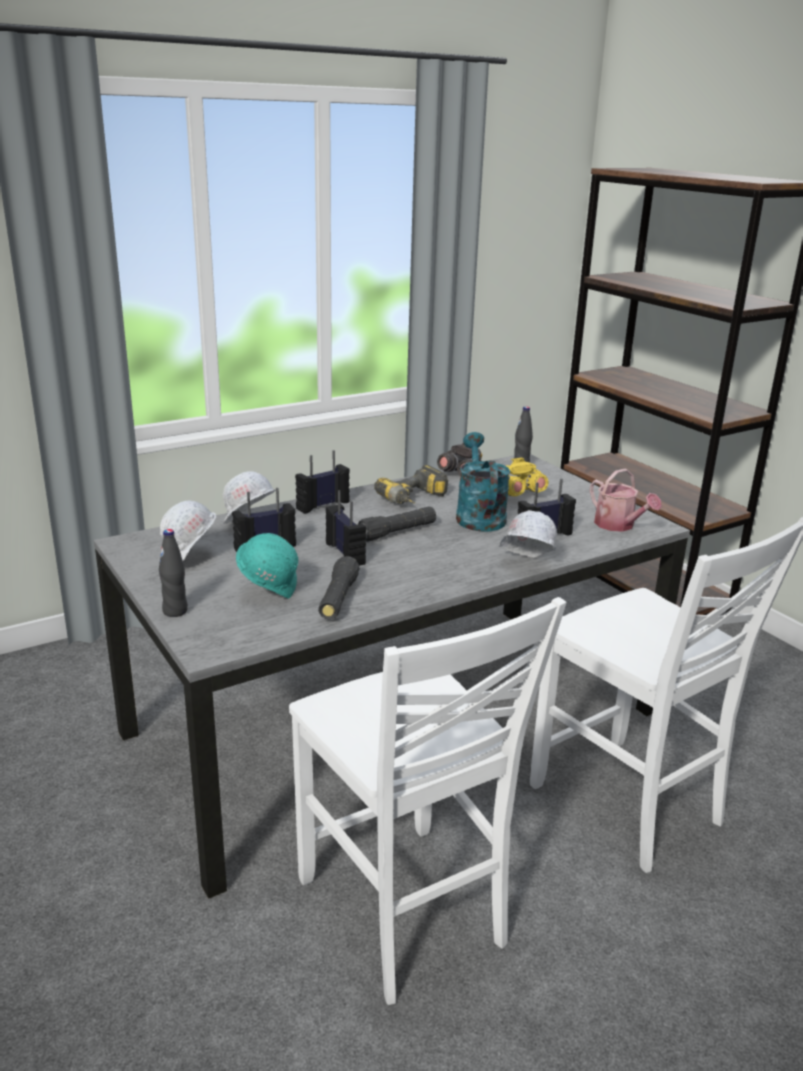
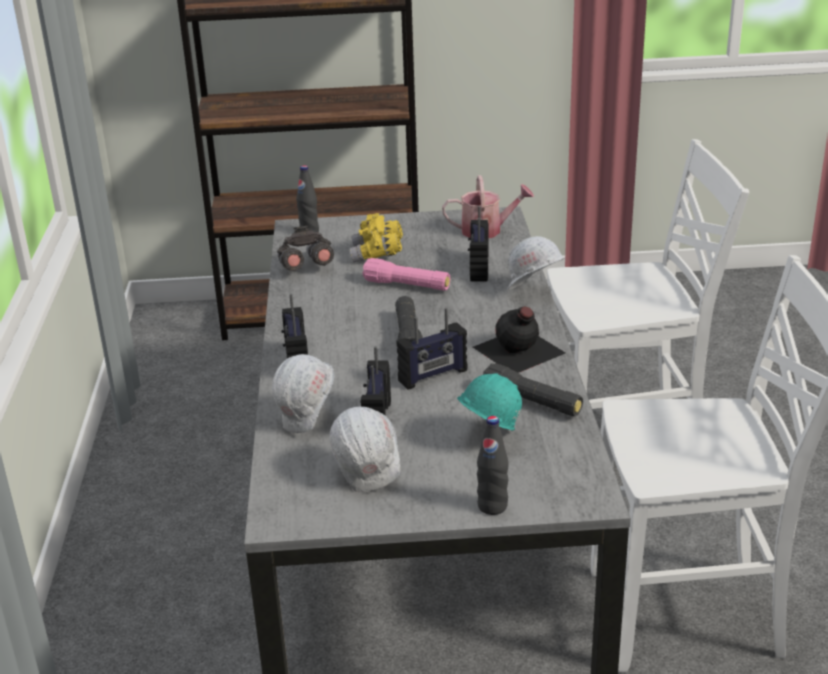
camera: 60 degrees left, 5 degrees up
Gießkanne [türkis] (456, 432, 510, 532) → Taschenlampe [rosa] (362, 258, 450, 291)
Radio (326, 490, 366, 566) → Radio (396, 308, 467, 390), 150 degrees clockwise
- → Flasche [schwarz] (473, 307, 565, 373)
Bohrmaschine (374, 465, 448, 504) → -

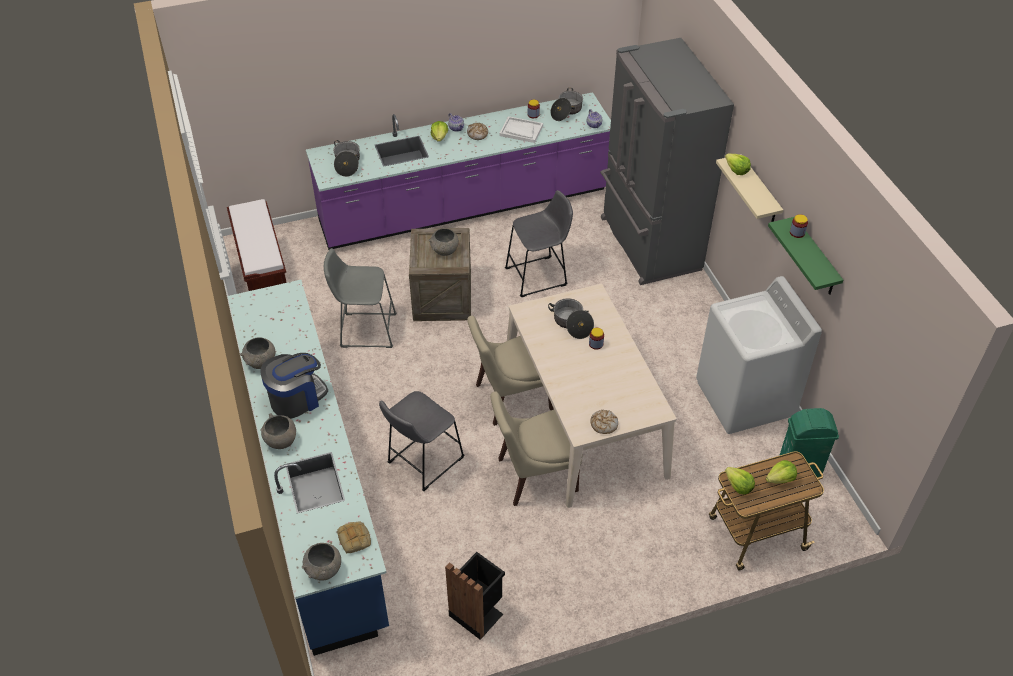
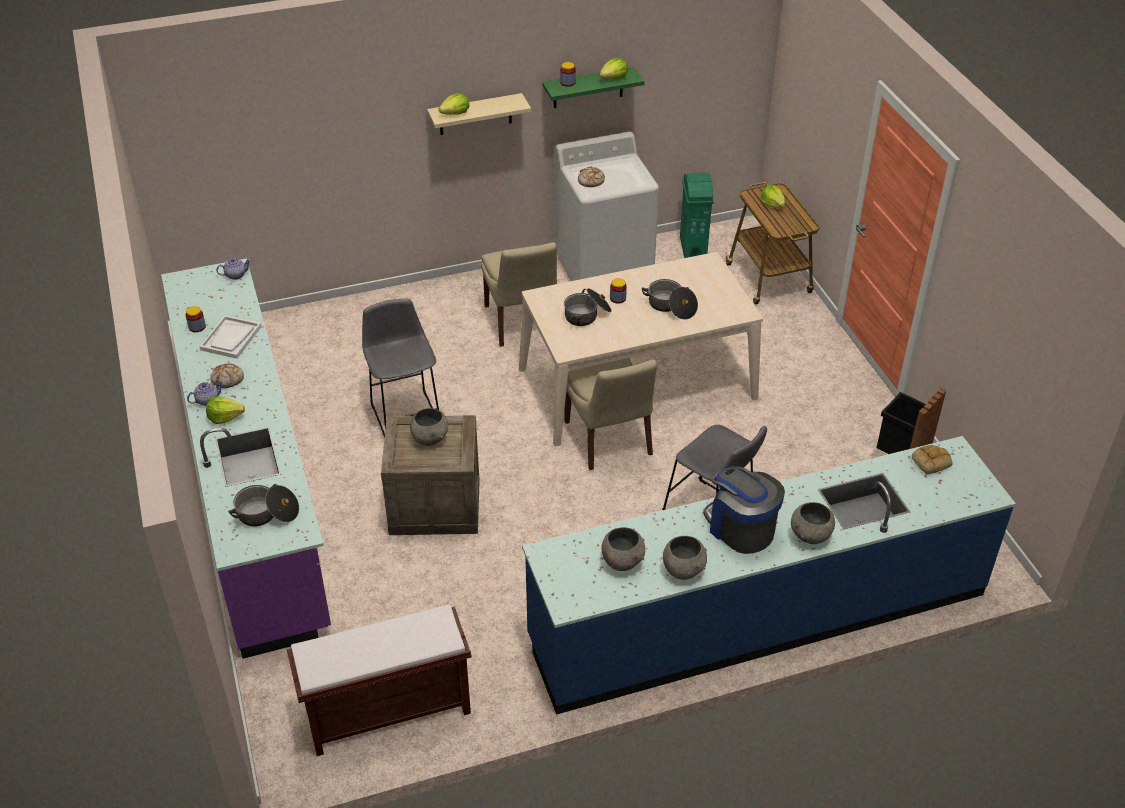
camera: 90 degrees left, 5 degrees down
Stuhl [beige] (490, 392, 583, 506) → Stuhl [beige] (481, 242, 557, 347), moved
Brot (590, 410, 618, 434) → Brot (578, 166, 605, 187), moved
Salatkopf (725, 467, 755, 495) → Salatkopf (599, 58, 628, 79), moved
Schüssel [grau] (302, 543, 341, 581) → Schüssel [grau] (601, 527, 645, 571), moved
Kochtopf (551, 88, 583, 121) → Kochtopf (642, 279, 698, 320), moved
Hocker [grau] (324, 248, 397, 348) → -
Kühlschrank [grau] (600, 38, 734, 285) → -

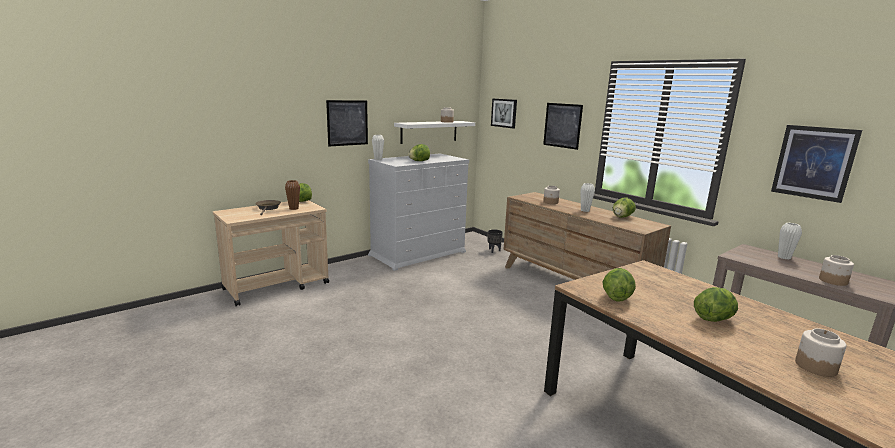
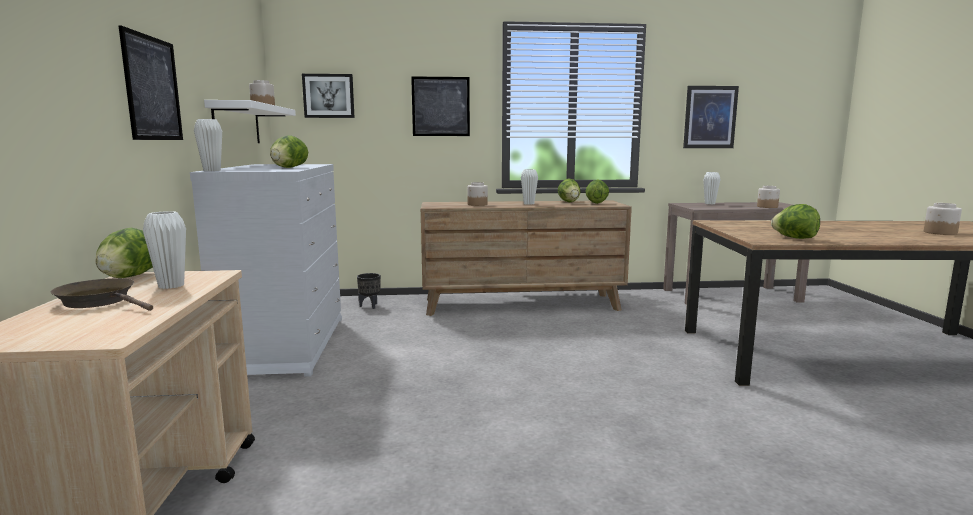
camera: 55 degrees left, 5 degrees down
Vase [braun] (285, 180, 300, 210) → Vase [weiß] (143, 211, 186, 289)
Salatkopf (694, 287, 738, 322) → Salatkopf (585, 179, 609, 204), moved

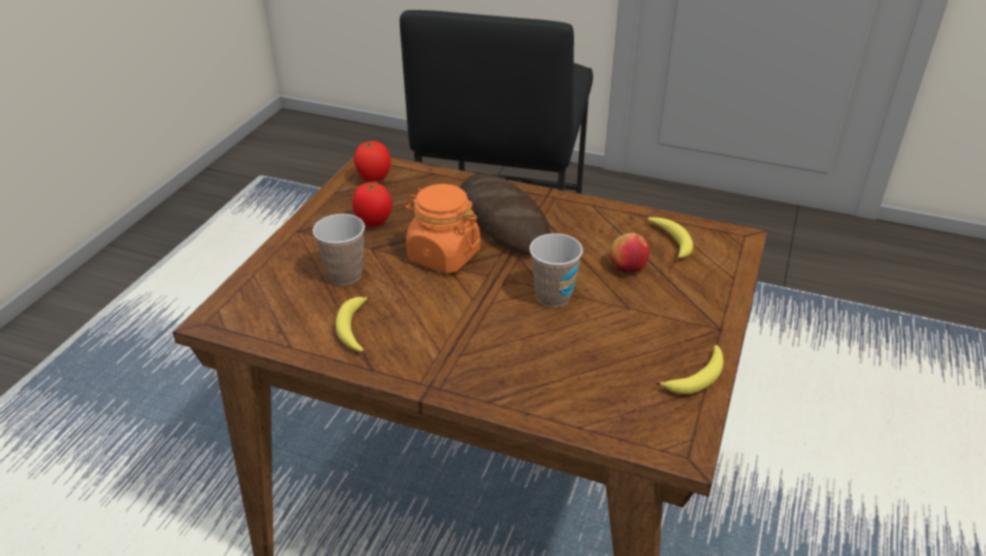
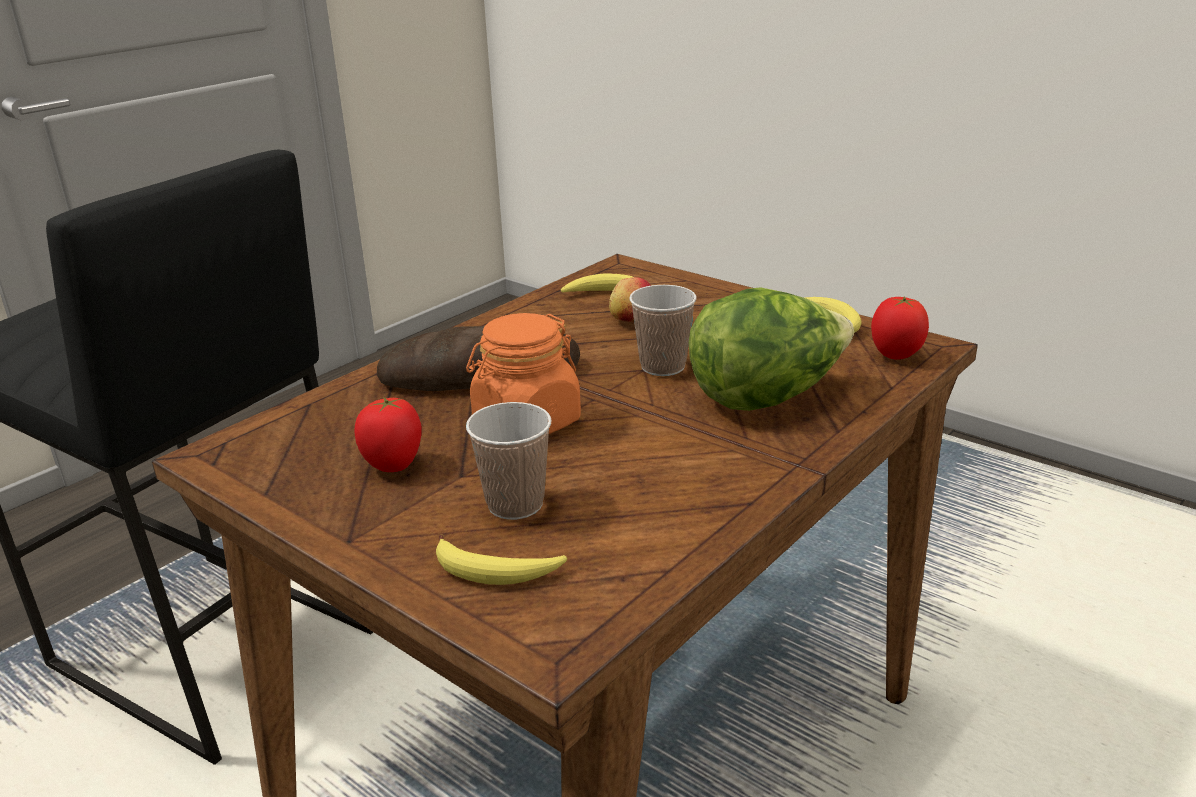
camera: 70 degrees left, 10 degrees down
Banane (335, 296, 371, 352) → Banane (436, 534, 567, 585), moved
- → Salatkopf (689, 287, 854, 411)
Tomate (354, 141, 391, 182) → Tomate (871, 297, 929, 360), moved

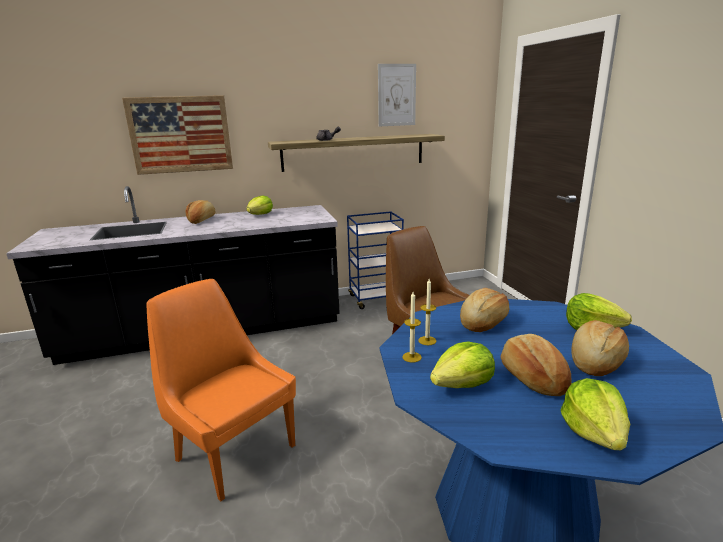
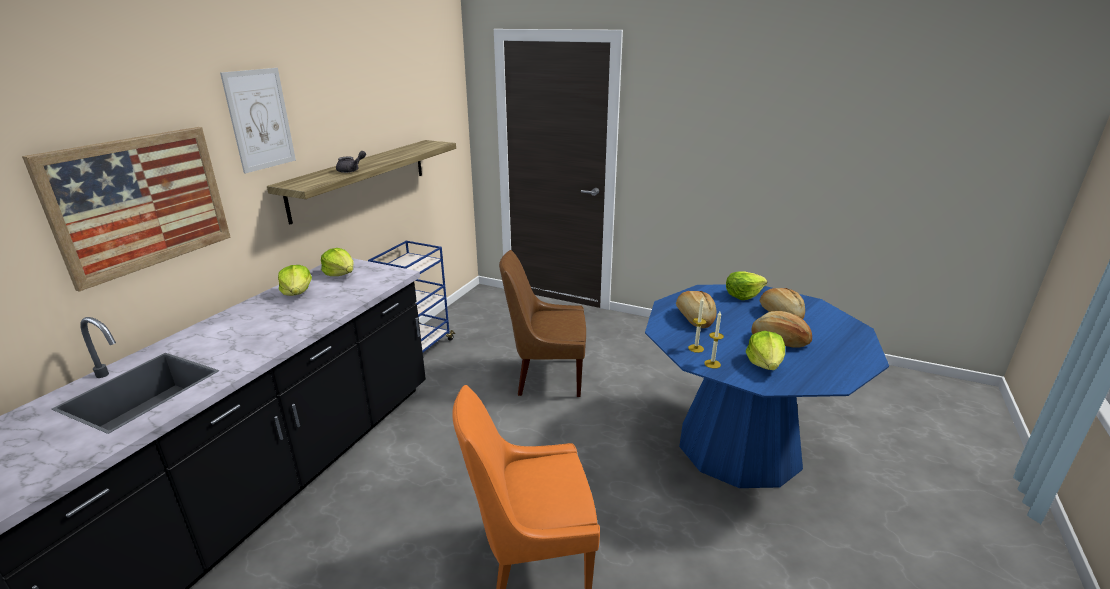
camera: 50 degrees left, 5 degrees up
Bild (378, 64, 416, 126) → Bild (220, 68, 296, 173), moved
Salatkopf (560, 378, 630, 450) → Salatkopf (321, 248, 353, 276), moved
Brot (186, 200, 215, 224) → -

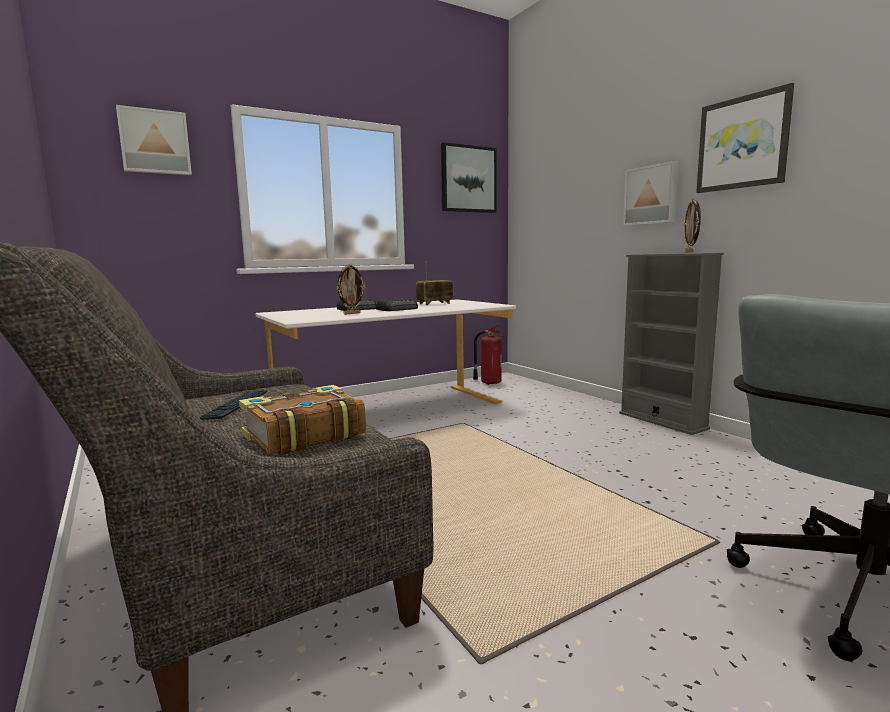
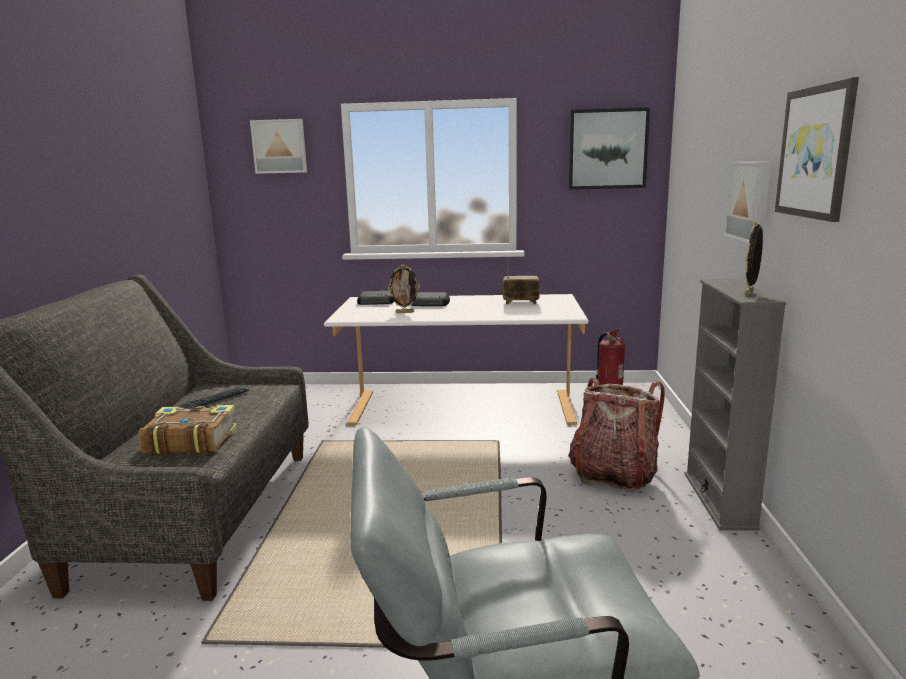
camera: 35 degrees right, 5 degrees up
Radio (376, 298, 418, 311) → Radio (357, 291, 394, 305), moved
- → Rucksack (568, 378, 665, 492)

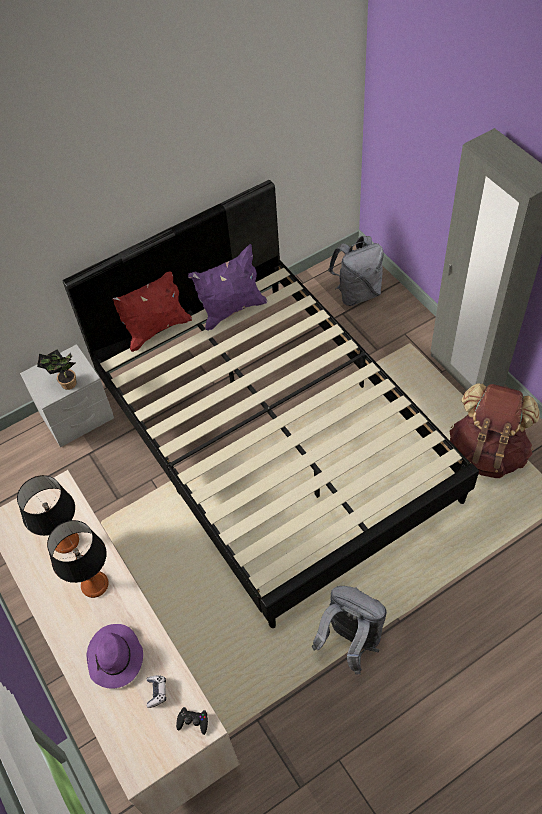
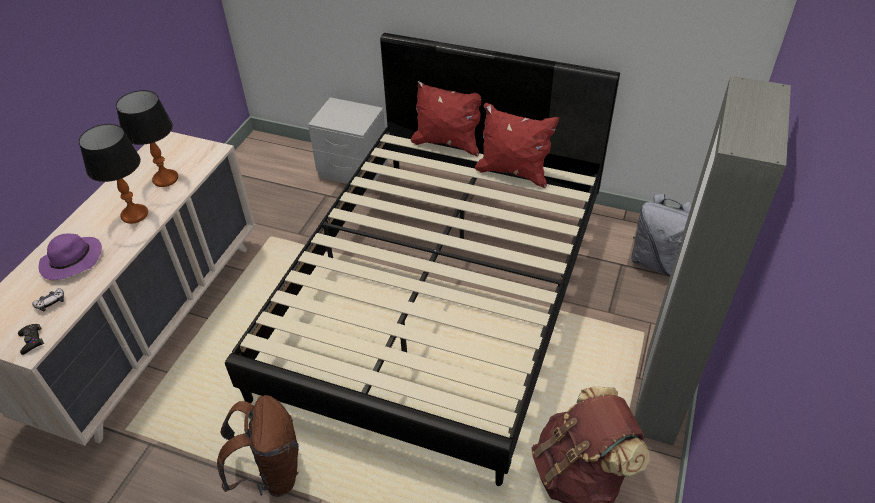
camera: 50 degrees right, 10 degrees down
Rucksack [grau] (312, 586, 387, 675) → Rucksack [braun] (217, 395, 299, 497)
Kissen [lila] (188, 244, 267, 331) → Kissen [rot] (475, 103, 559, 188)
Topfpflanze (37, 349, 77, 390) → -

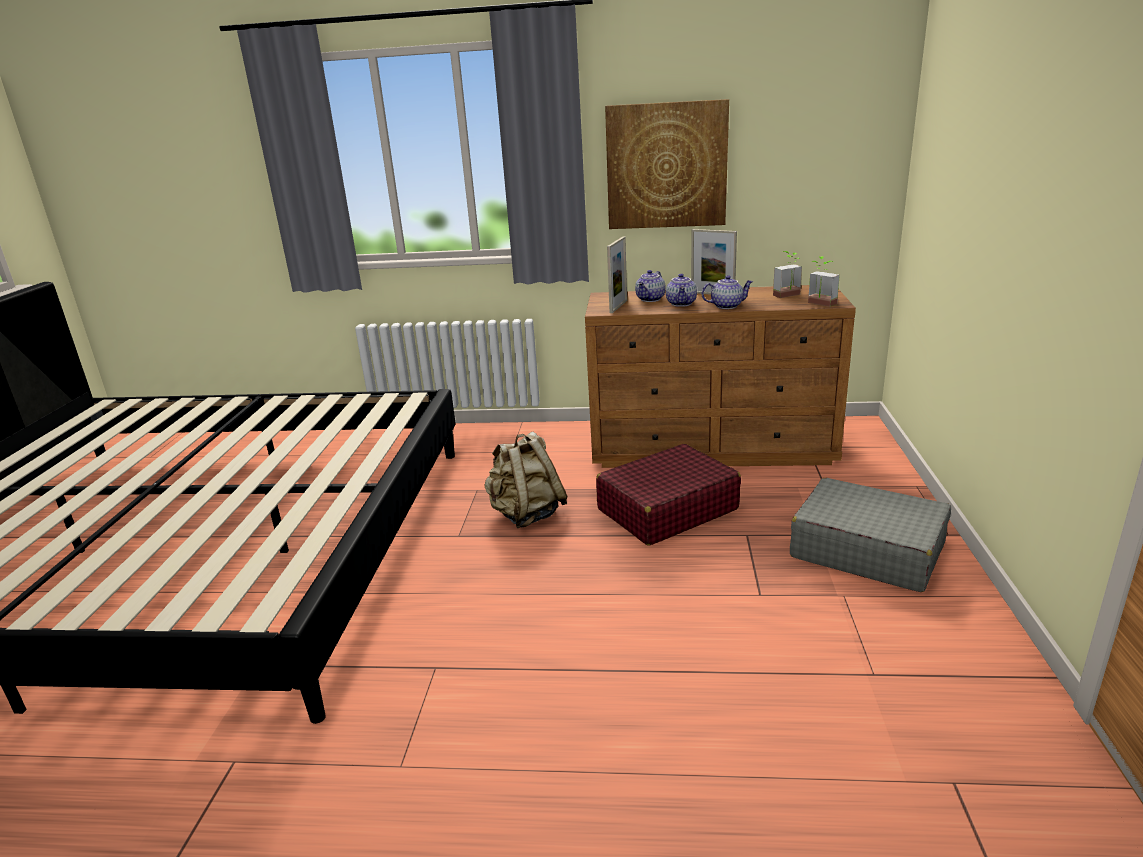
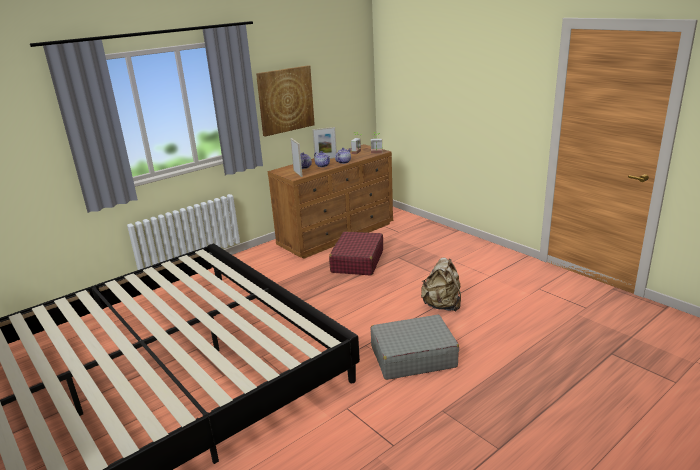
camera: 45 degrees left, 0 degrees up
Koffer [grau] (790, 478, 951, 592) → Koffer [grau] (371, 314, 459, 380), moved
Rucksack [beige] (484, 432, 567, 528) → Rucksack [beige] (421, 257, 461, 312), moved

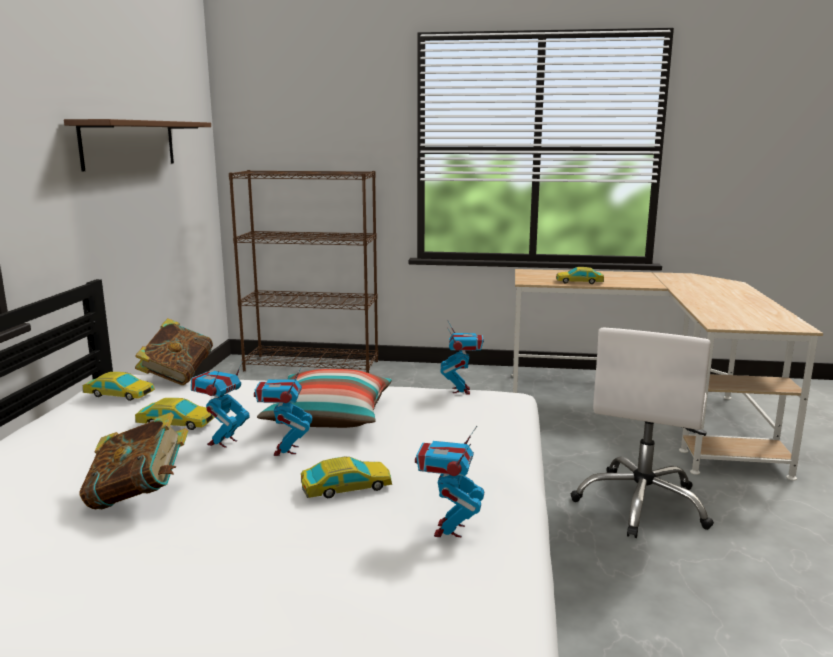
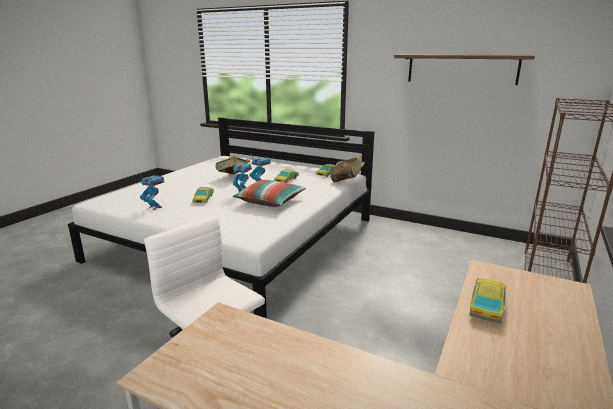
camera: 110 degrees right, 5 degrees up
Spielzeugroboter (441, 321, 484, 395) → -

